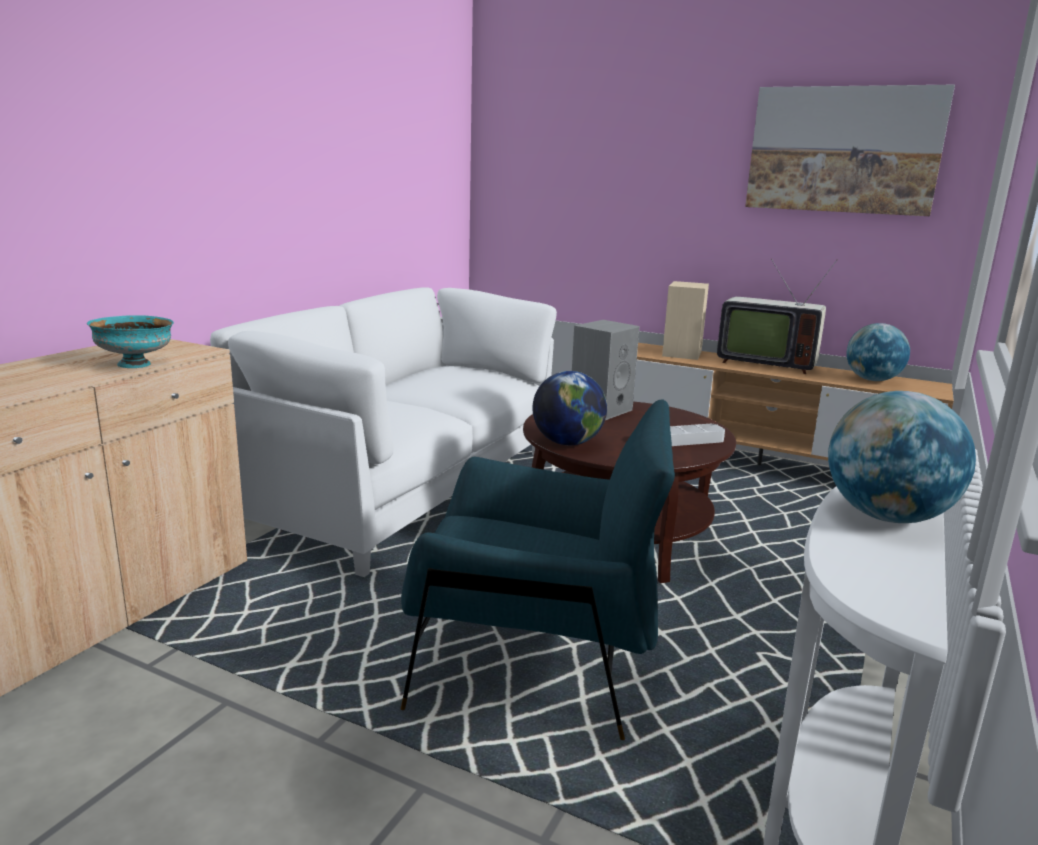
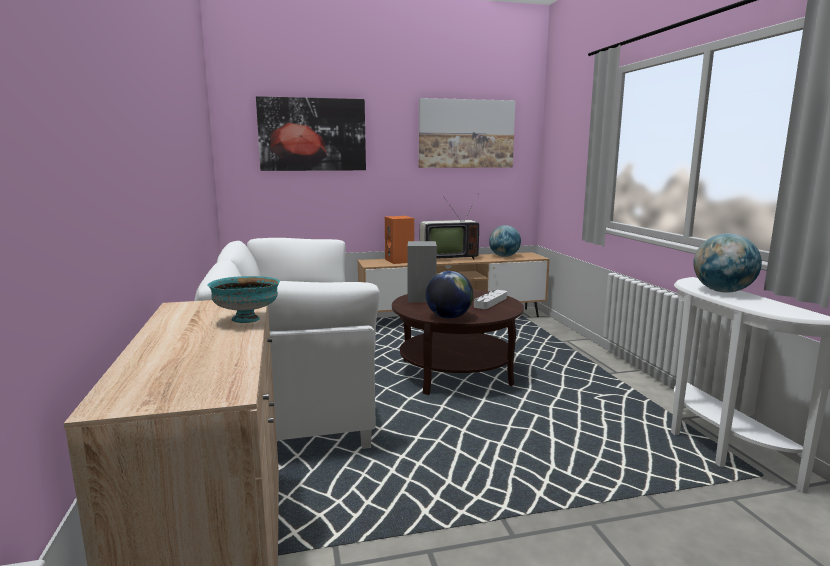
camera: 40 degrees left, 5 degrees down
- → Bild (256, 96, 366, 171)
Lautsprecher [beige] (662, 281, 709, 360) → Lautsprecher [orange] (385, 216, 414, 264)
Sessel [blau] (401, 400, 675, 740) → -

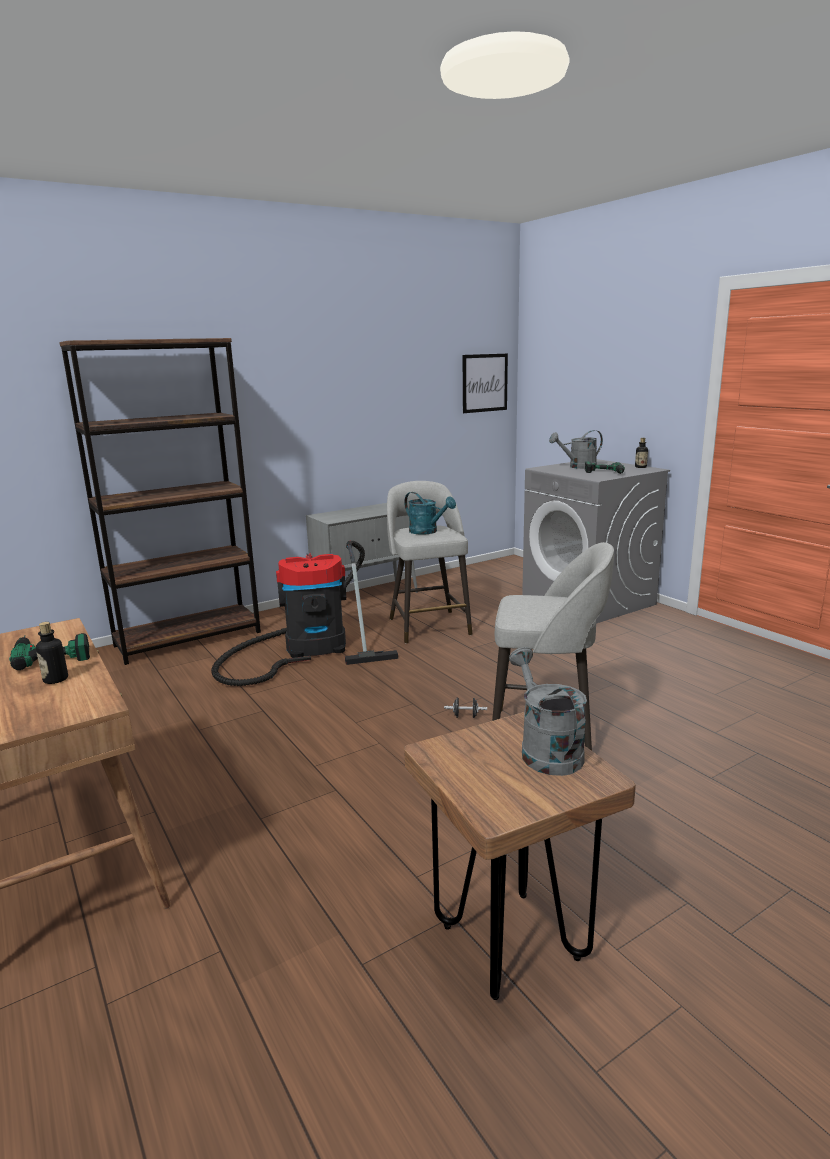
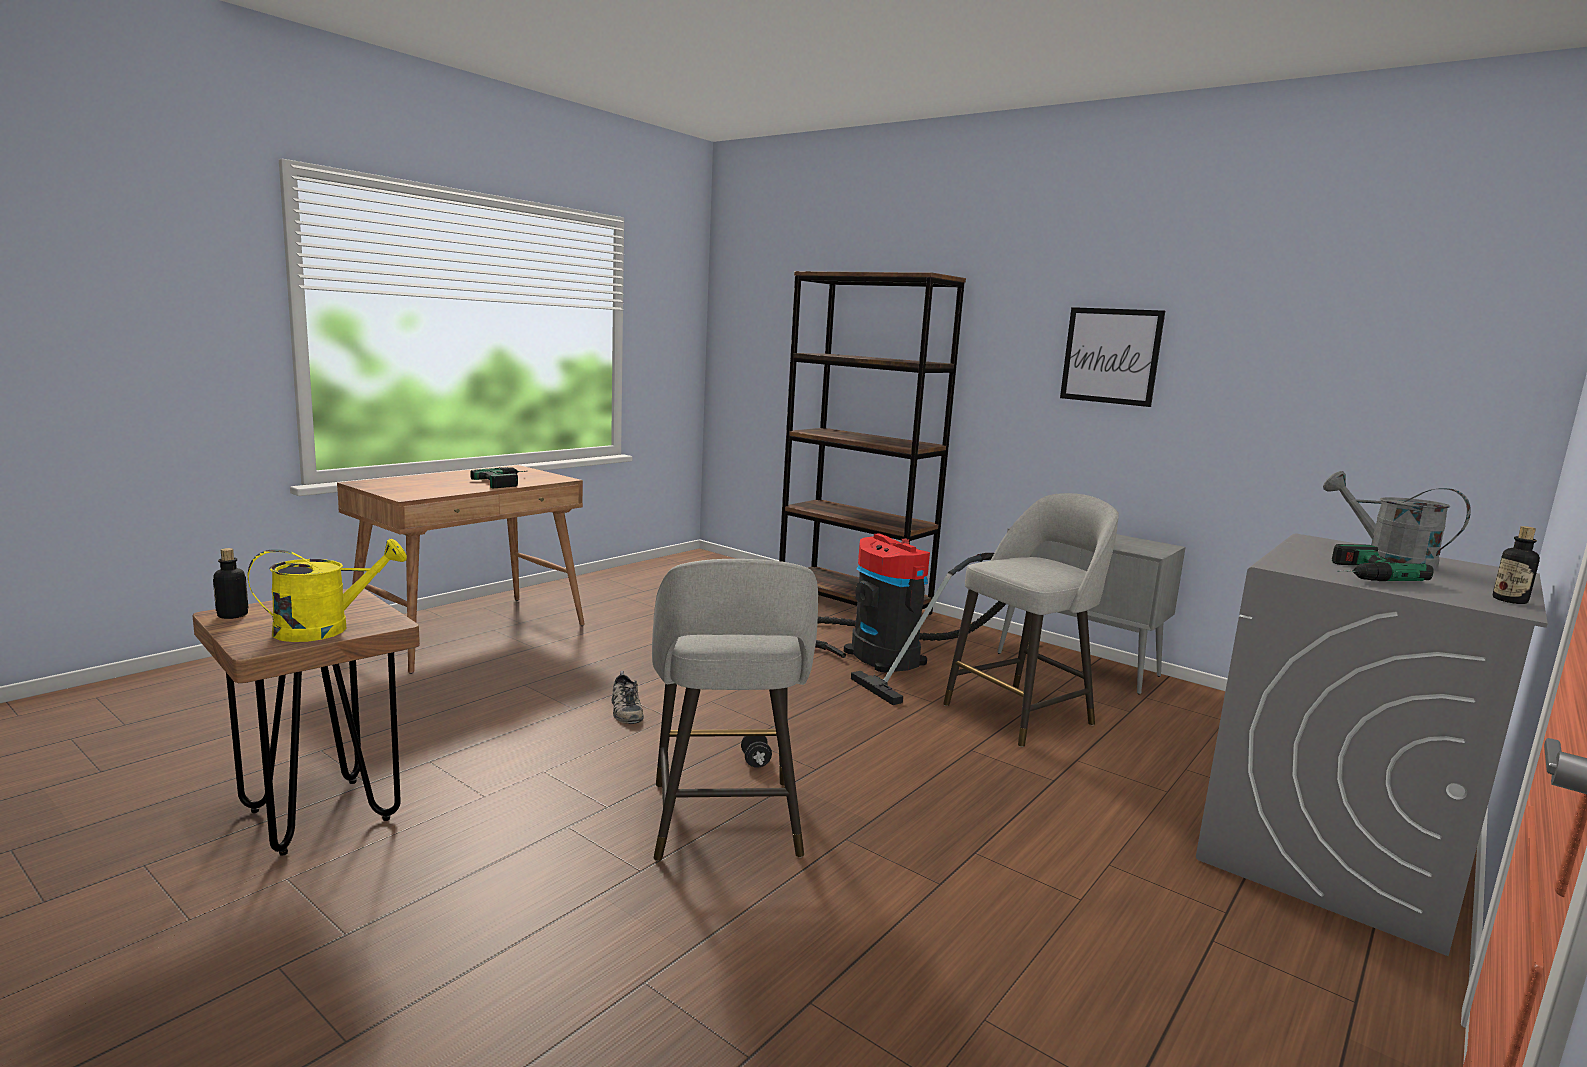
camera: 70 degrees right, 5 degrees down
Flasche (36, 622, 68, 684) → Flasche (213, 548, 249, 619), moved
Gießkanne [grau] (509, 647, 587, 776) → Gießkanne [gelb] (248, 539, 407, 642)
- → Schuh (612, 671, 644, 724)
Bild (463, 354, 508, 413) → Bild (1060, 307, 1165, 407), moved
Gießkanne [türkis] (404, 492, 456, 535) → -

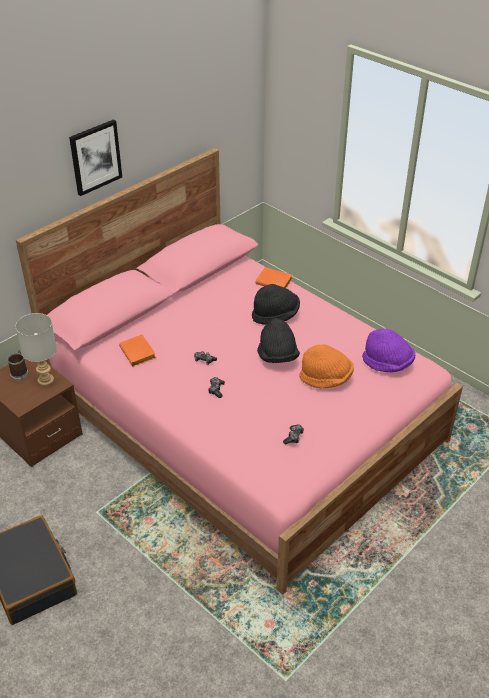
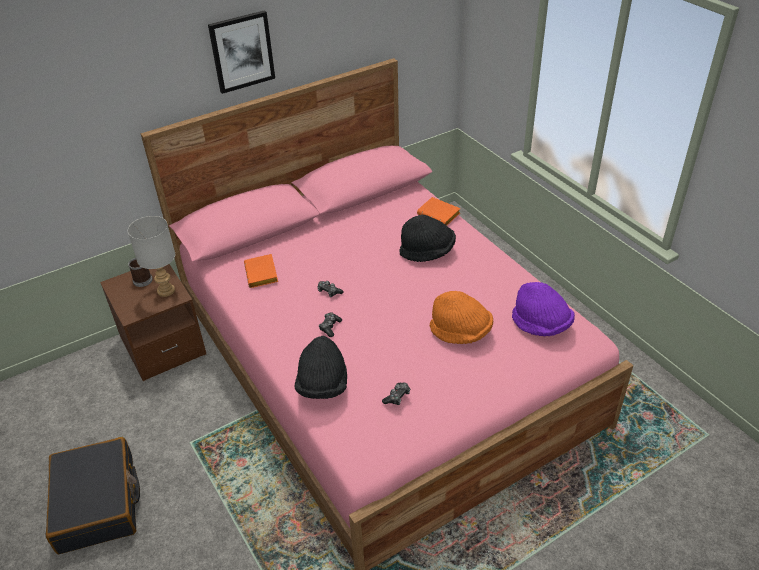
camera: 15 degrees right, 0 degrees up
Hut [schwarz] (257, 318, 300, 363) → Hut [schwarz] (294, 336, 347, 399), moved

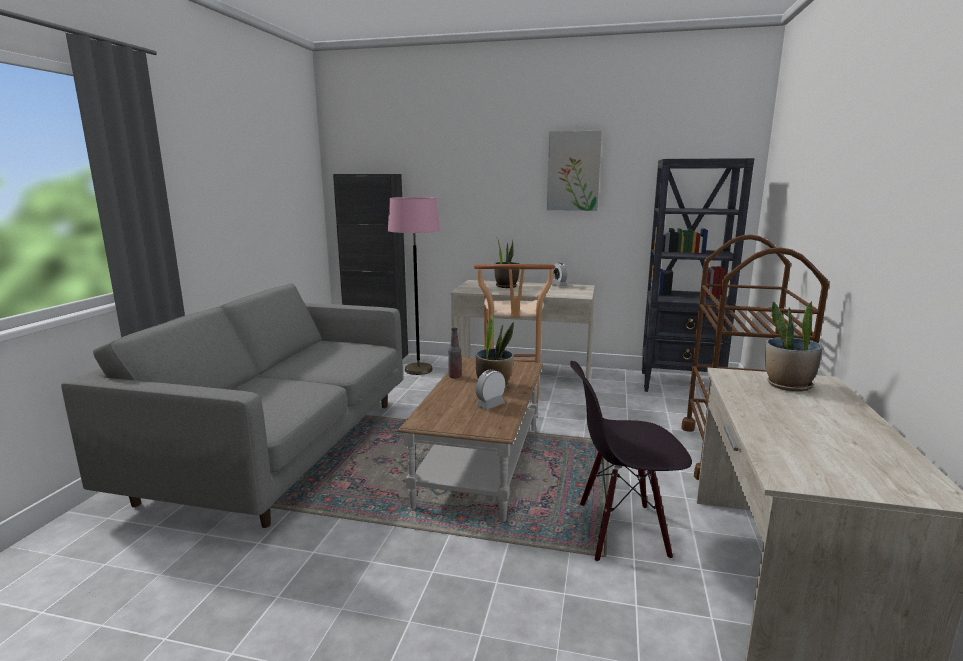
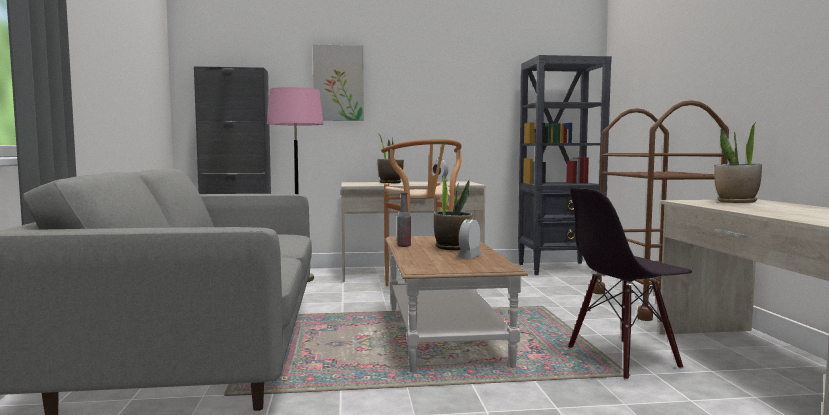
camera: 20 degrees left, 10 degrees down
Bild (547, 131, 602, 211) → Bild (313, 44, 364, 121), moved

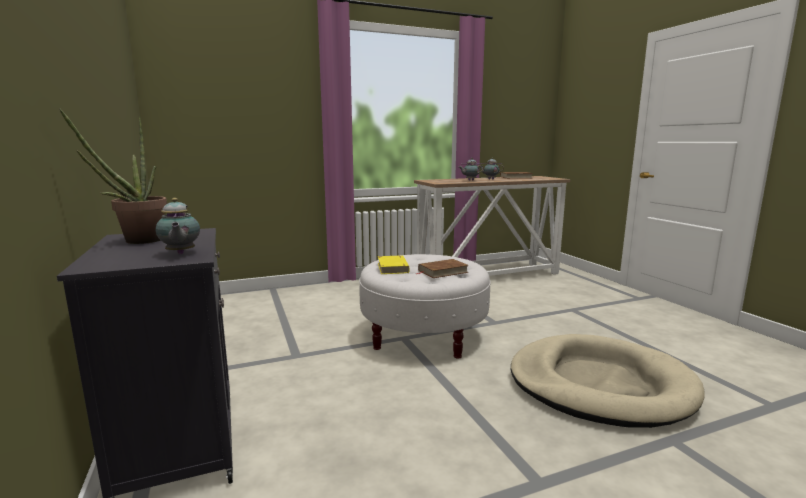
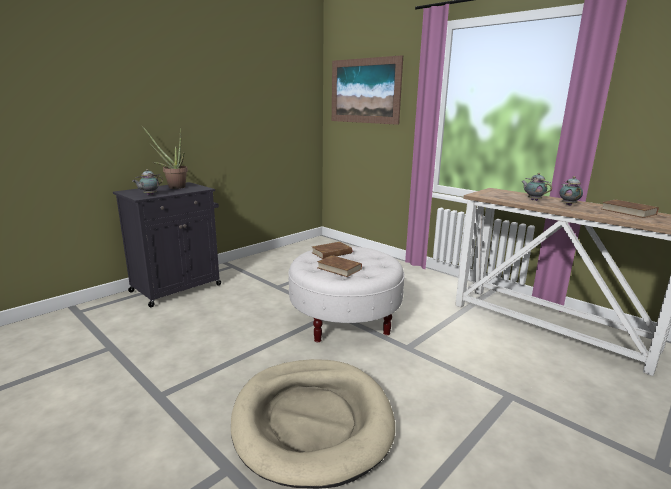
camera: 65 degrees right, 5 degrees up
Buch [gelb] (378, 255, 409, 274) → Buch [braun] (311, 242, 352, 259)
- → Bild (332, 55, 403, 125)

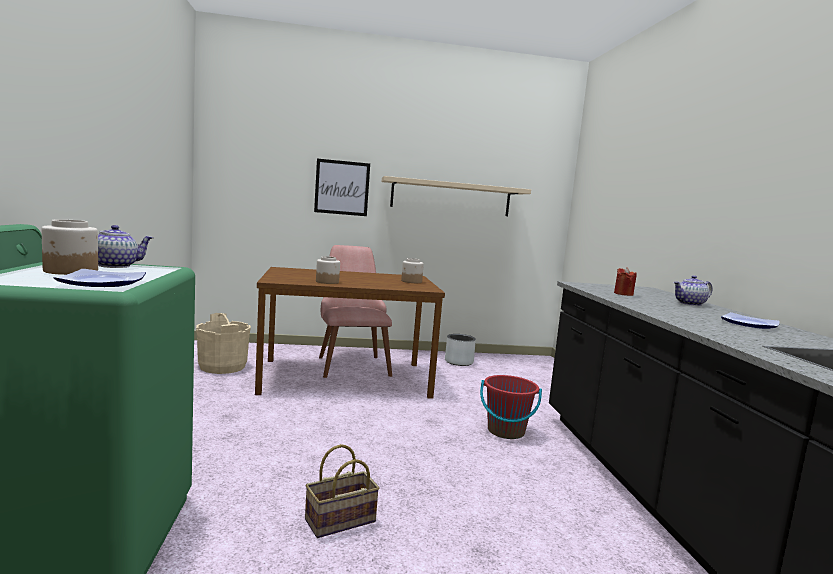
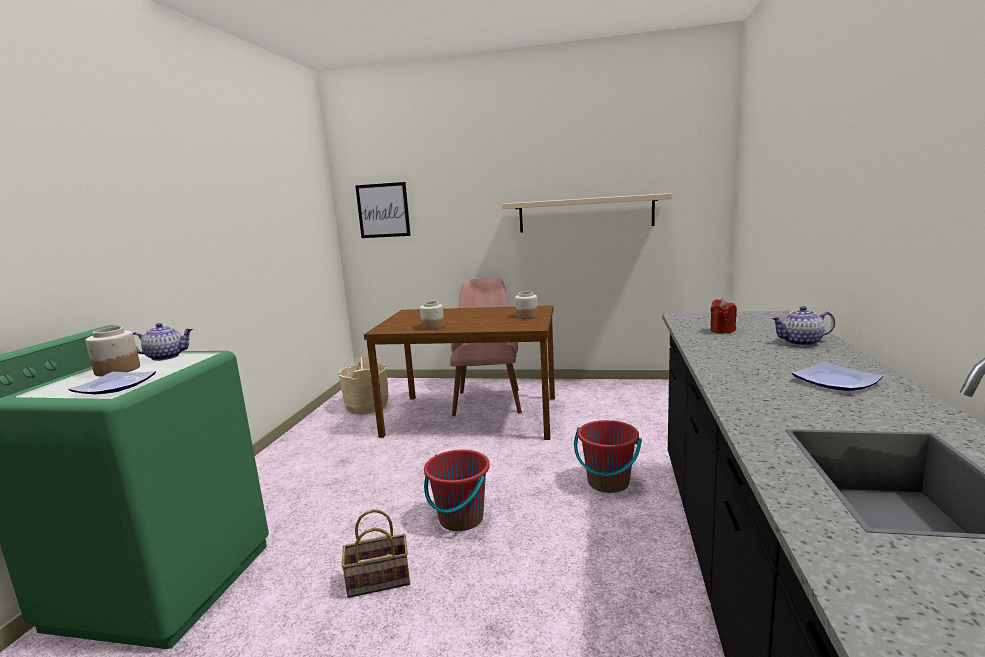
camera: 20 degrees right, 5 degrees up
Bild (314, 159, 370, 216) → Bild (355, 182, 411, 238), moved
- → Eimer [rot] (424, 450, 490, 531)
Pflanzkübel [grau] (445, 334, 476, 366) → -

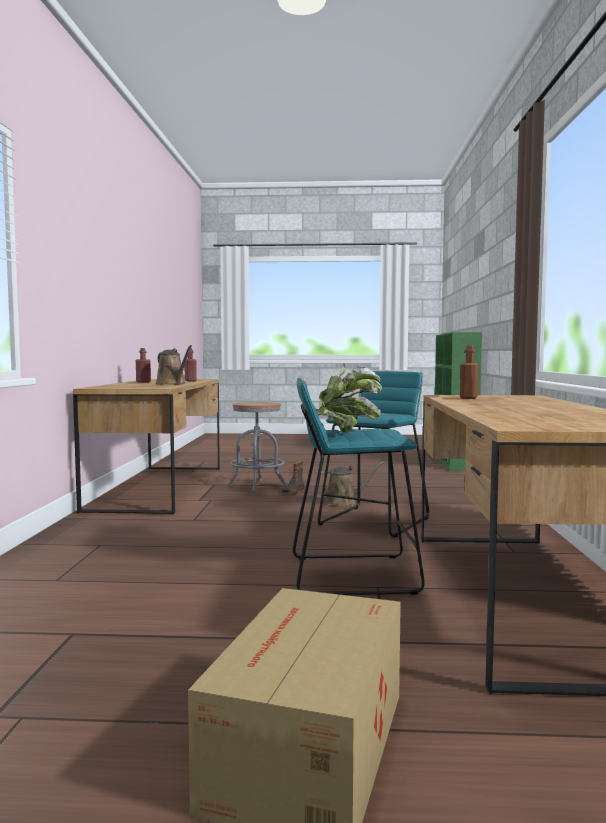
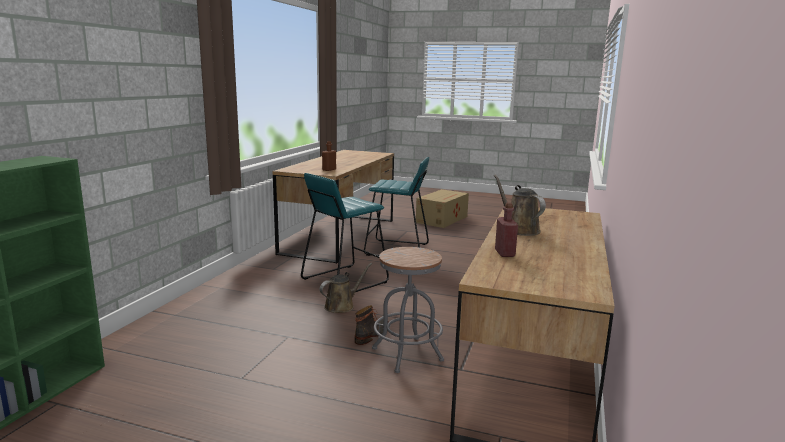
camera: 165 degrees left, 10 degrees up
Gießkanne [braun] (319, 462, 384, 507) → Gießkanne [braun] (320, 263, 372, 313), 135 degrees clockwise
Flasche [rot] (136, 348, 151, 383) → -
Topfpflanze (309, 364, 382, 433) → -

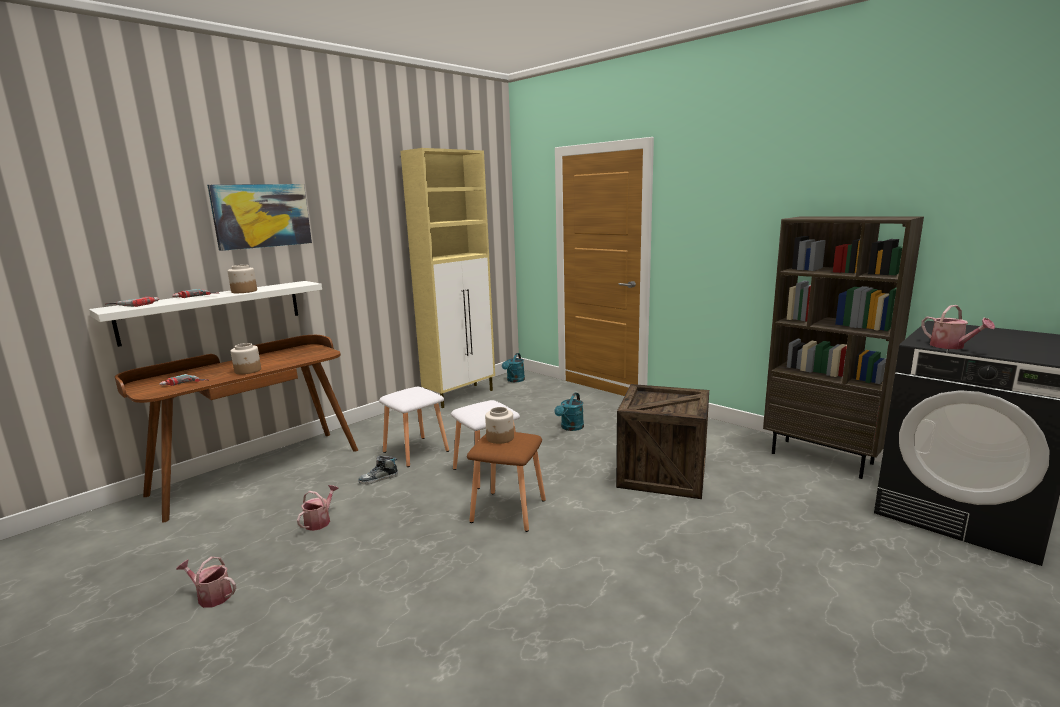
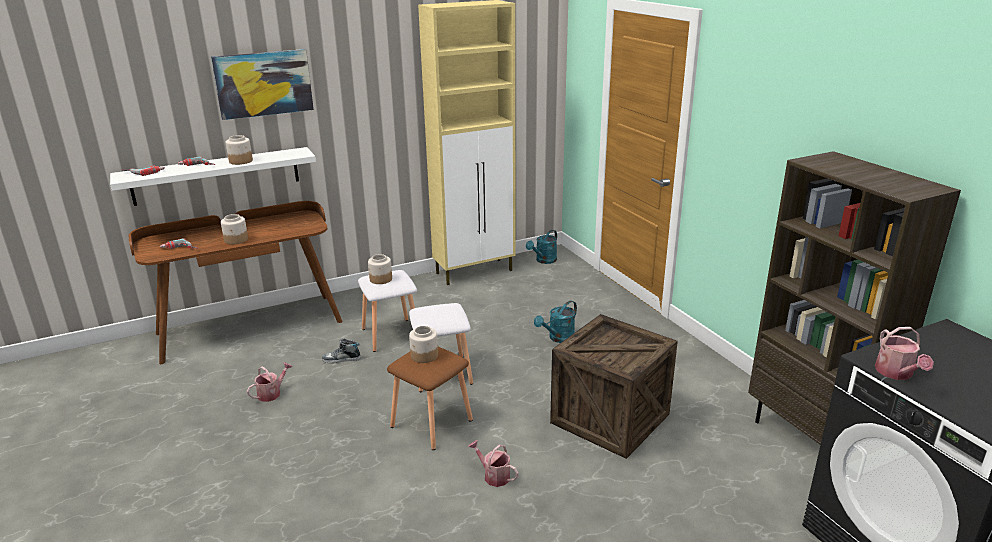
camera: 20 degrees right, 10 degrees up
- → Vorratsglas (368, 254, 392, 284)
Gießkanne (176, 557, 236, 608) → Gießkanne (468, 440, 519, 487), moved

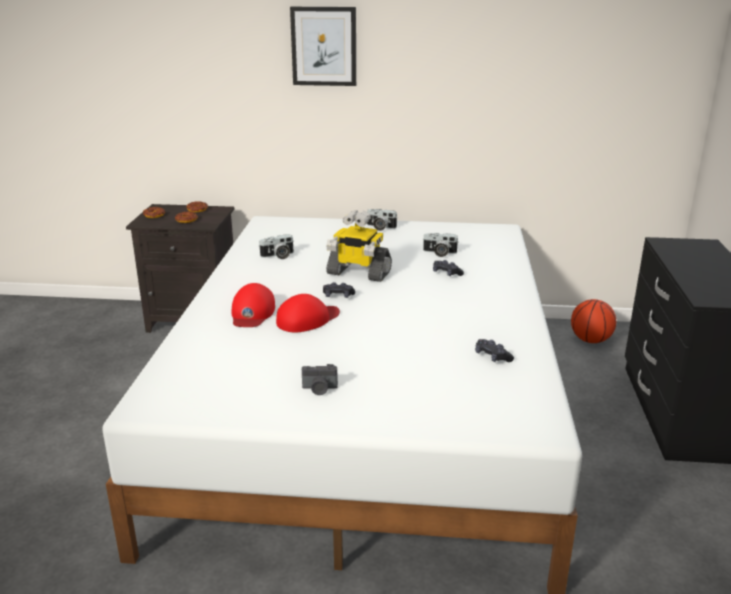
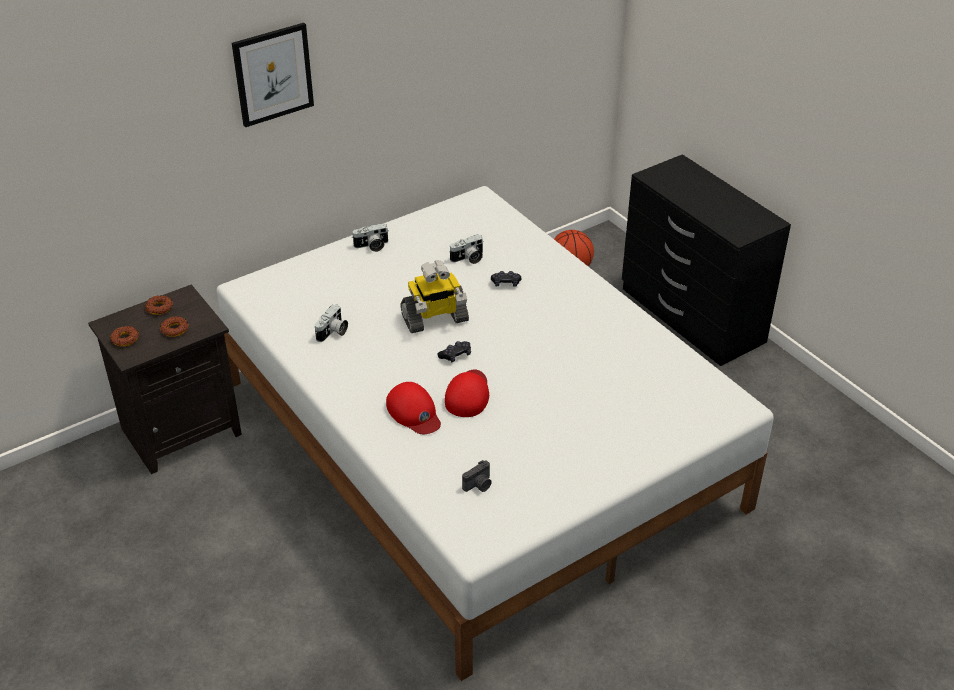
camera: 40 degrees left, 15 degrees up
Kamera (302, 364, 338, 395) → Kamera (462, 460, 492, 492), moved
Gamepad [schwarz] (475, 339, 514, 362) → -

